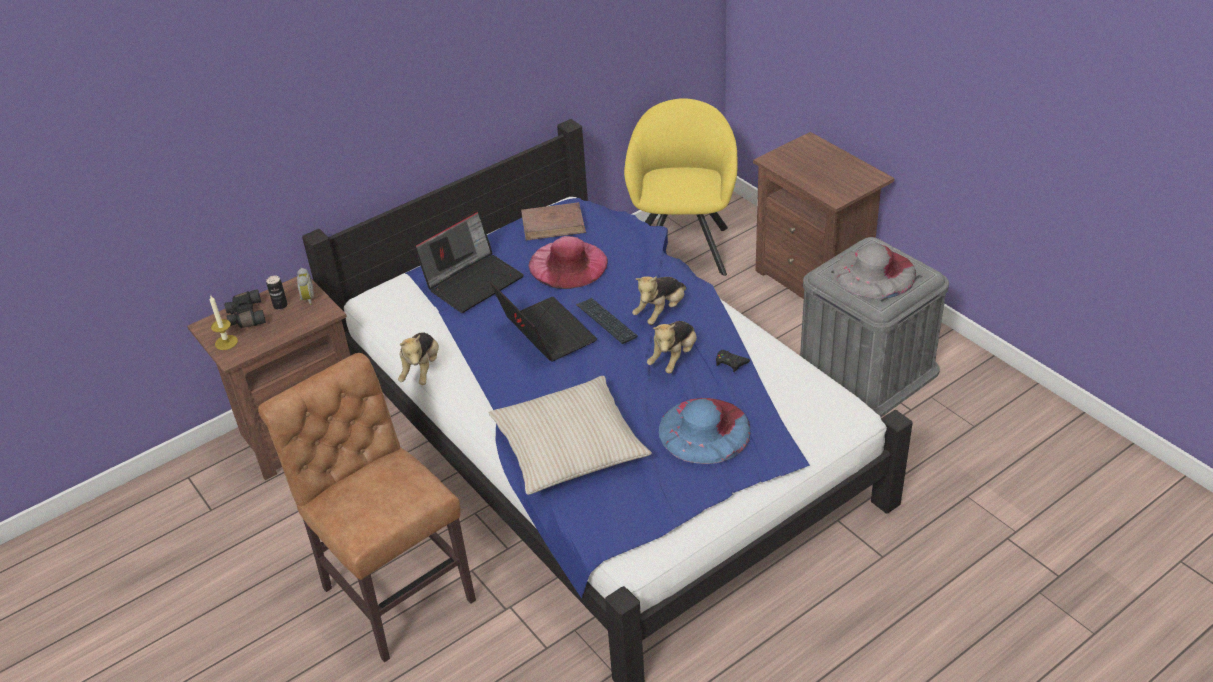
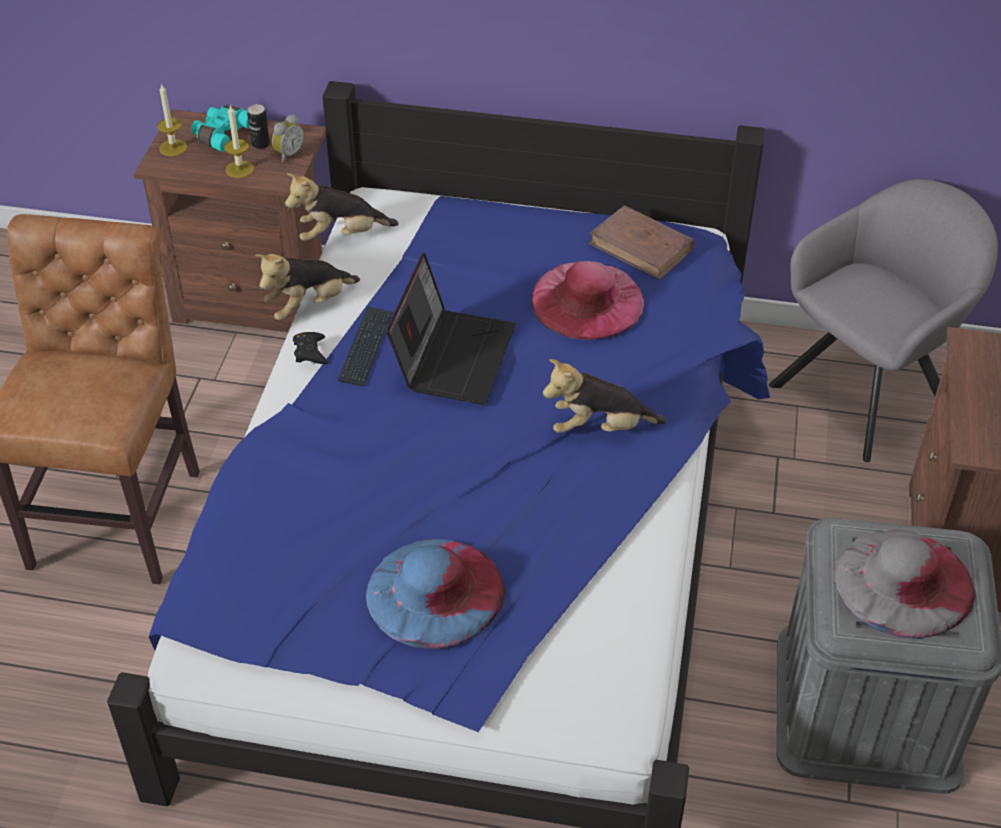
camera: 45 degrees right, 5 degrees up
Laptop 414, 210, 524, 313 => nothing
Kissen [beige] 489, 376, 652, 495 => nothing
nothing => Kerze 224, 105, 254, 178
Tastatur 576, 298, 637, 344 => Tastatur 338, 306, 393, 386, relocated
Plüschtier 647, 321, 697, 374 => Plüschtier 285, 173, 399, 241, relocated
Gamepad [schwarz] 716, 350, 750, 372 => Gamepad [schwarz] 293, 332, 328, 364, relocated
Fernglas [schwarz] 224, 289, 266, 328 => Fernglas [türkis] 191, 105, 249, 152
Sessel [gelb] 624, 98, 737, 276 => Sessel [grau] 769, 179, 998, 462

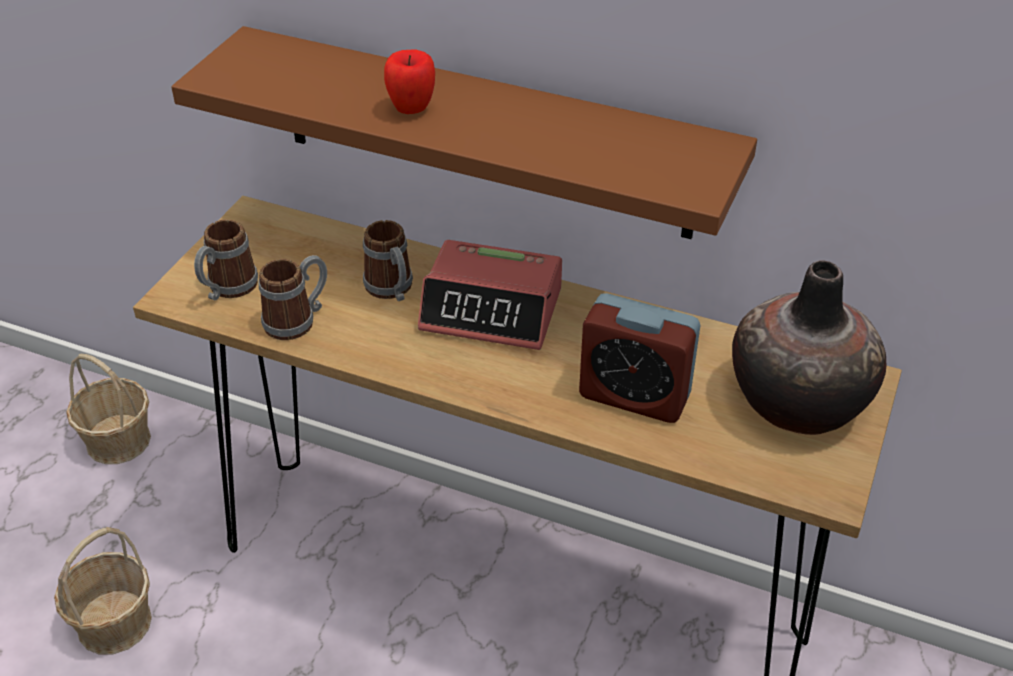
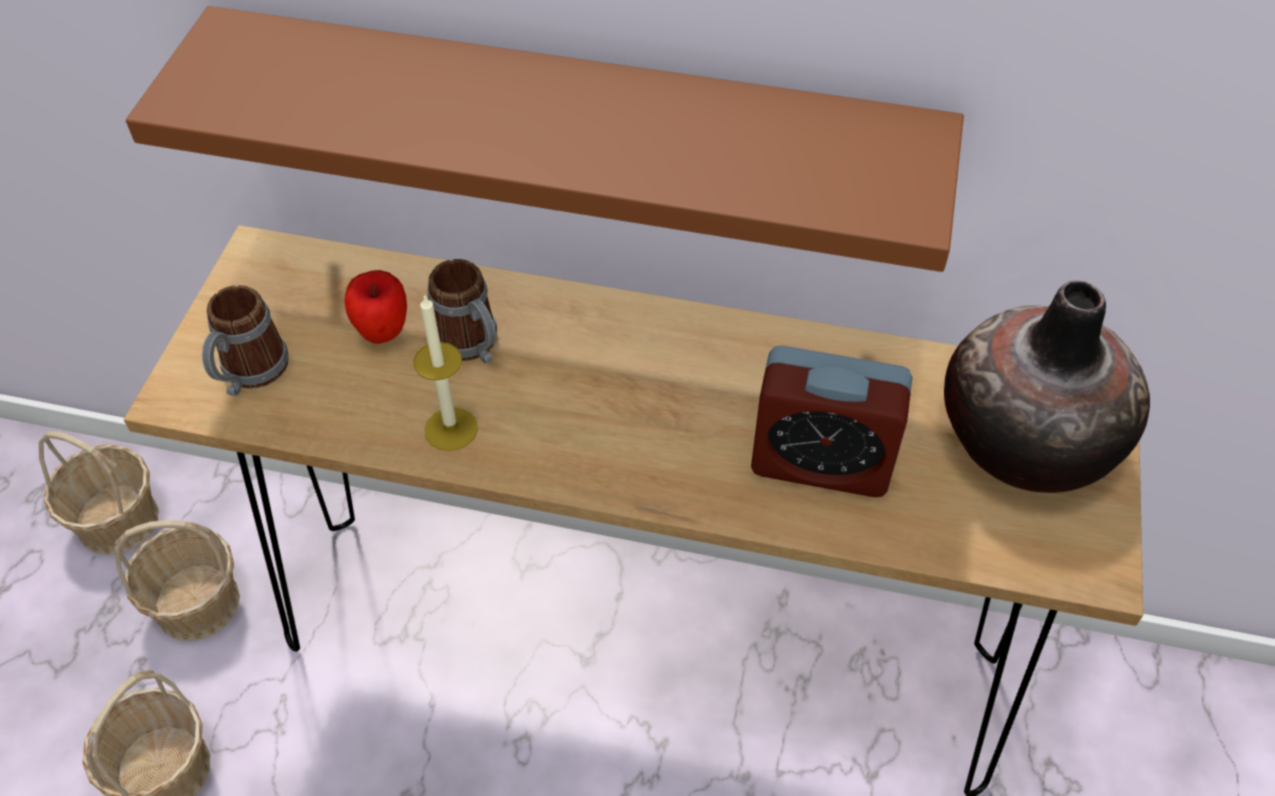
camera: 10 degrees left, 10 degrees up
Henkelbecher 258, 255, 327, 340 => nothing
Wecker 418, 240, 562, 350 => nothing
nothing => Korb 115, 520, 240, 641
nothing => Kerze 413, 294, 478, 451
Apfel 384, 49, 435, 114 => Apfel 344, 270, 407, 344, relocated

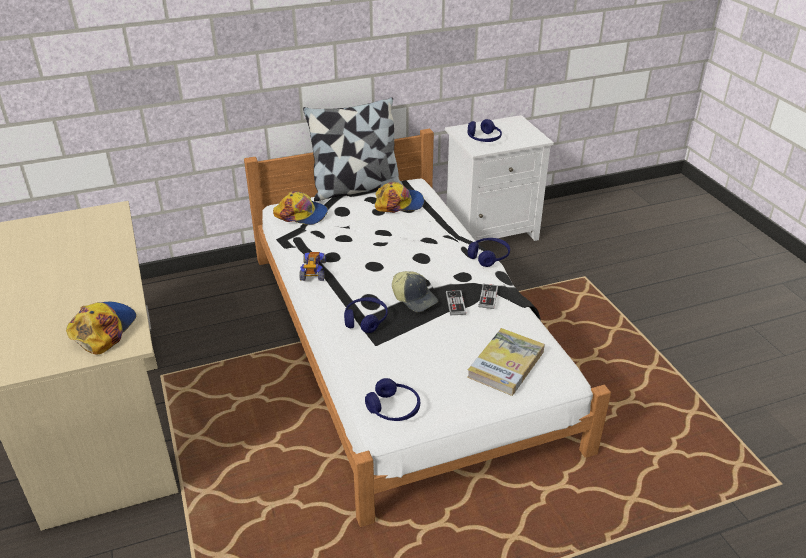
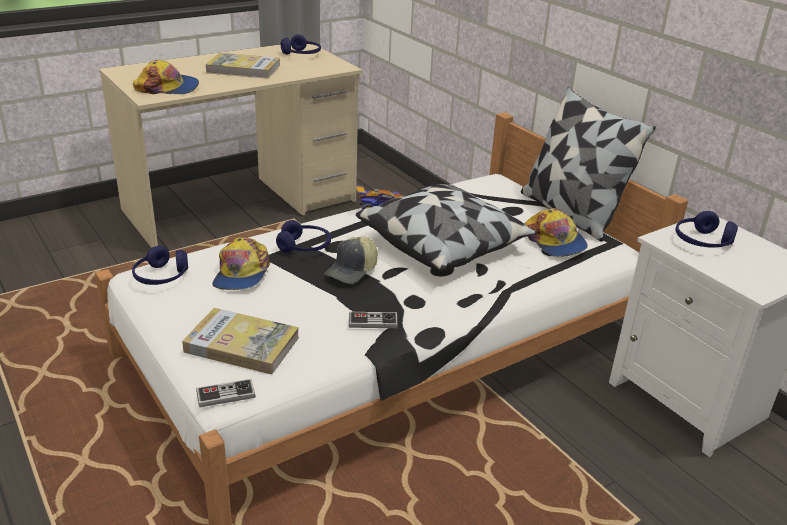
camera: 75 degrees right, 5 degrees down
nothing => Buch 205, 53, 280, 79
nothing => Kissen 356, 185, 537, 271
Kappe 273, 191, 328, 225 => Kappe 212, 237, 270, 290, relocated
Gamepad 446, 290, 466, 315 => Gamepad 196, 379, 255, 407, relocated
Kopfhörer [blau] 468, 238, 510, 267 => Kopfhörer [blau] 281, 35, 321, 55, relocated

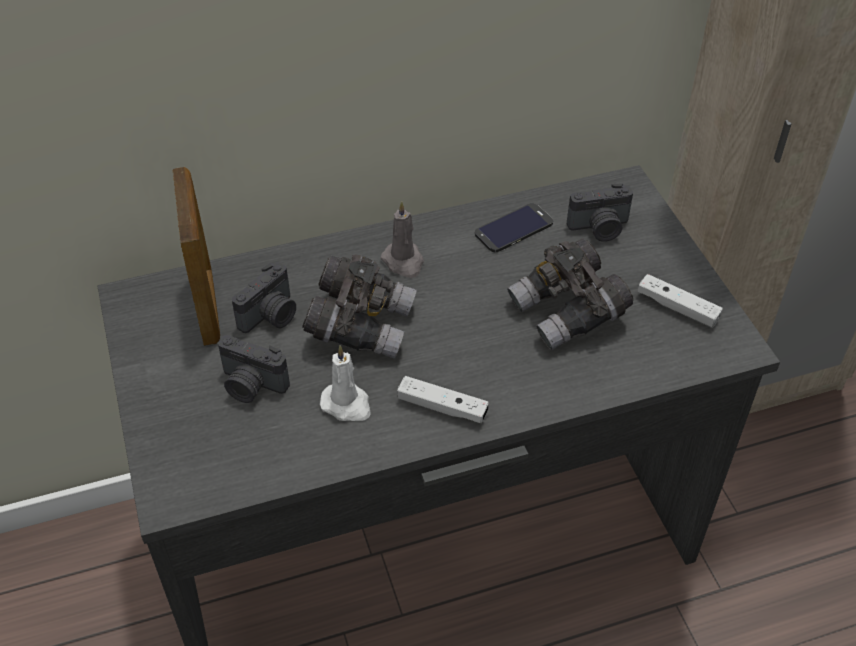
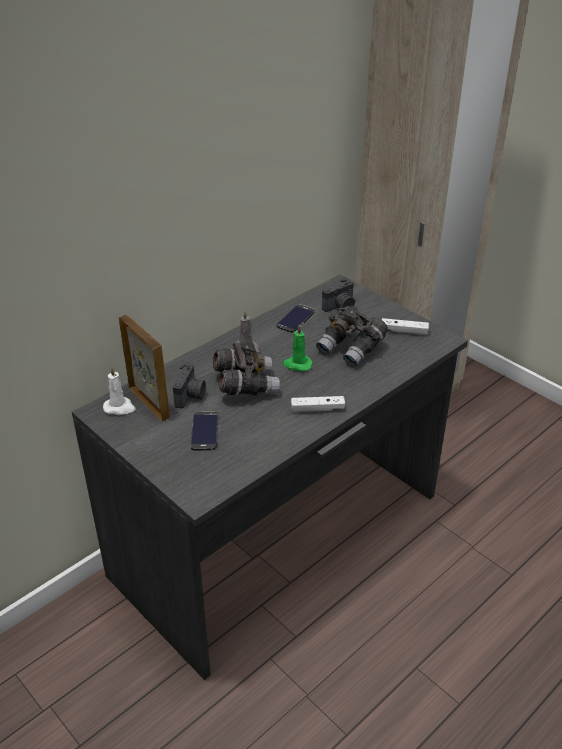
camera: 25 degrees left, 10 degrees down
nothing => Kerze [grün] 282, 324, 313, 372
Kerze [weiß] 320, 345, 371, 421 => Kerze [weiß] 103, 366, 135, 415, relocated
Kamera 218, 335, 290, 403 => Handy 190, 412, 218, 450

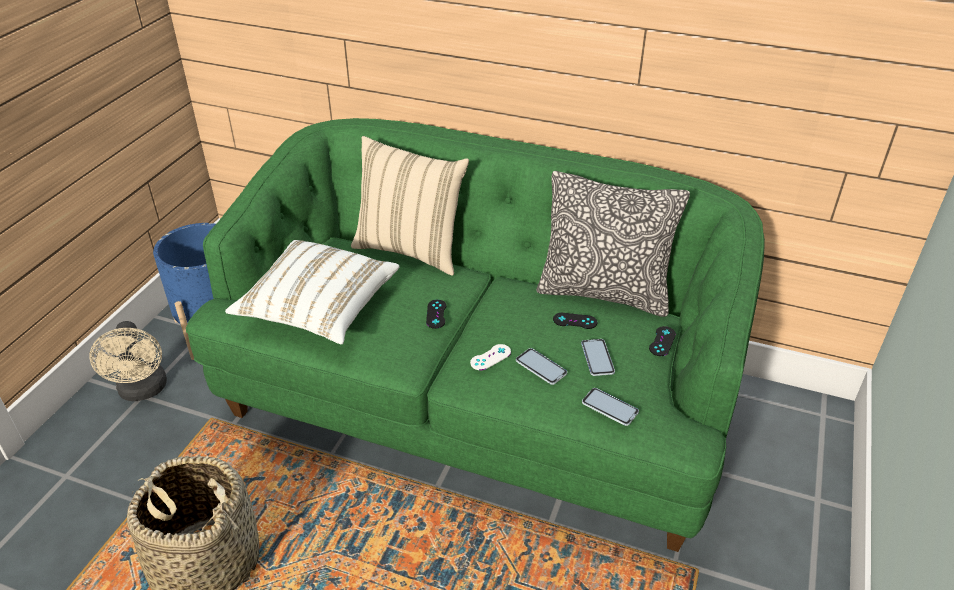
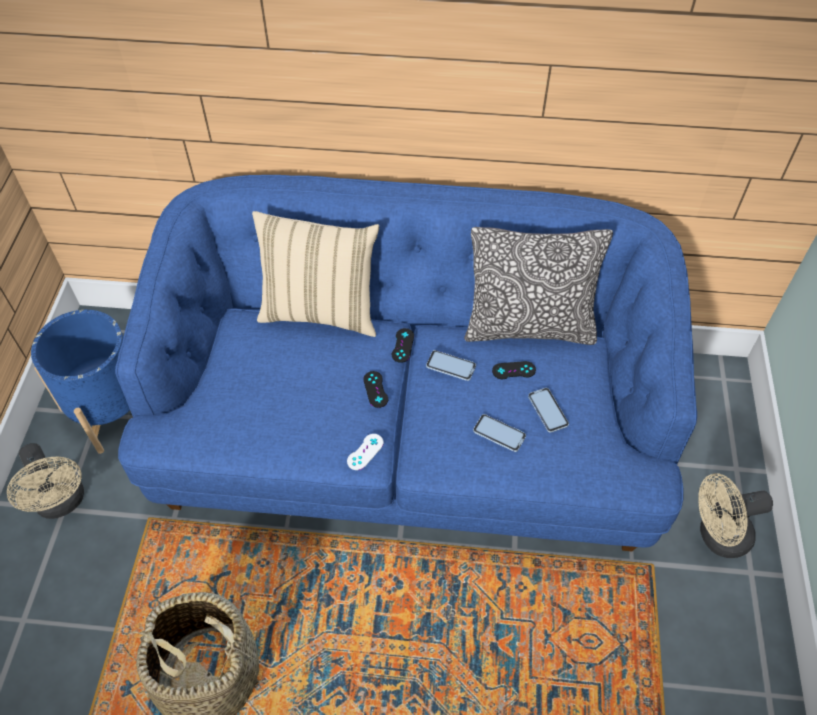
camera: 15 degrees left, 15 degrees up
Kissen [weiß] 225, 240, 399, 344 => nothing
nothing => Ventilator [beige] 698, 474, 773, 558
Gamepad [weiß] 470, 344, 511, 370 => Gamepad [weiß] 347, 434, 384, 470, relocated
Handy 582, 388, 639, 426 => Handy 426, 350, 476, 381, relocated
Gamepad [schwarz] 649, 326, 676, 356 => Gamepad [schwarz] 392, 328, 414, 363, relocated
Sofa [grün] 186, 118, 765, 552 => Sofa [blau] 115, 175, 697, 551

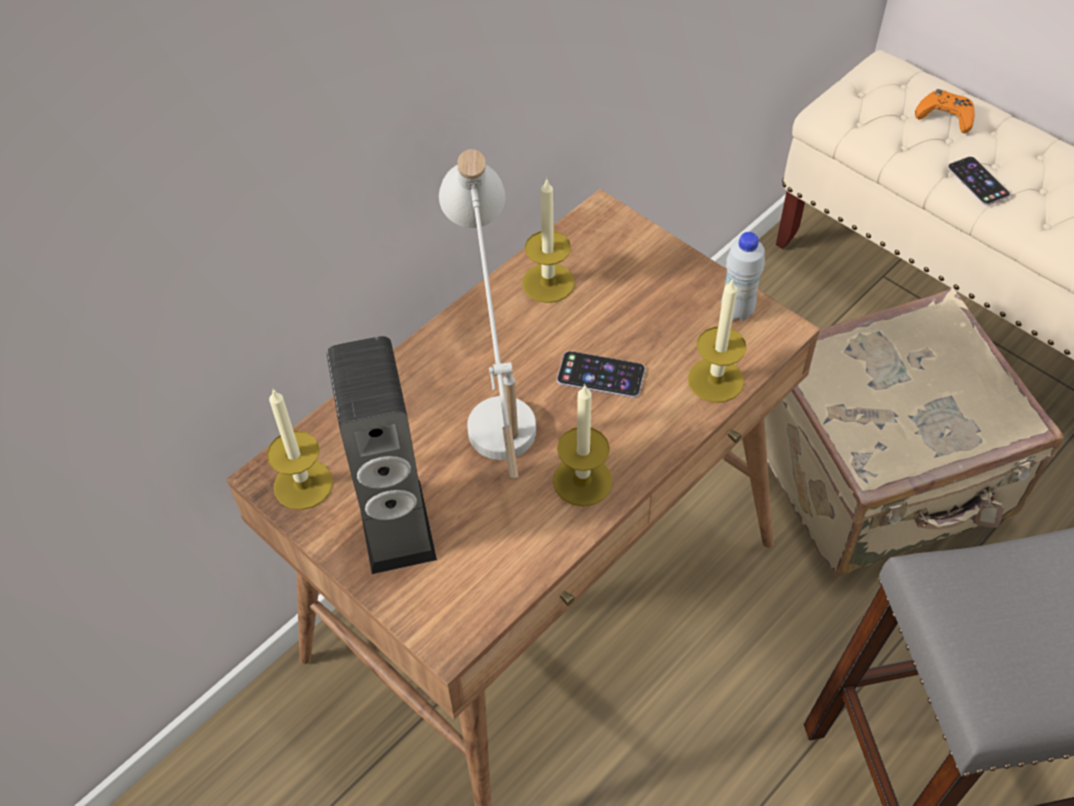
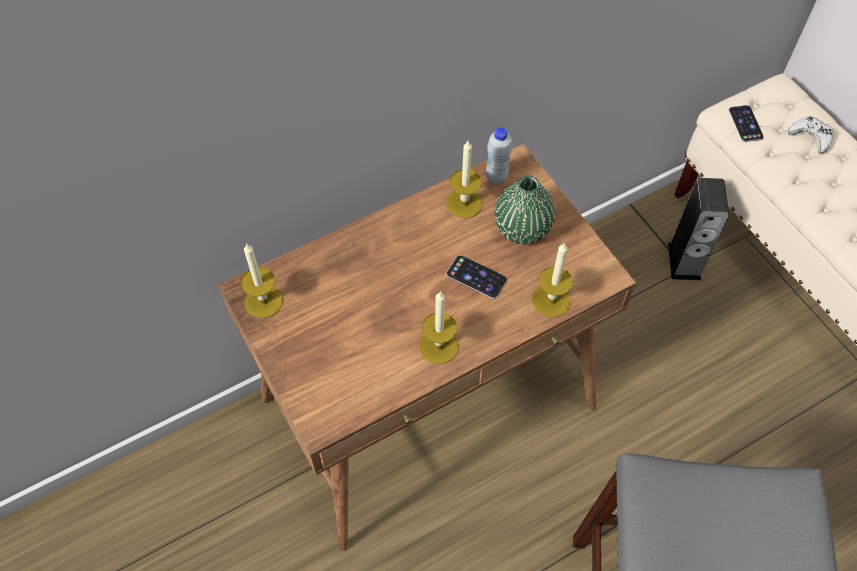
camera: 15 degrees right, 5 degrees up
Tischlampe [weiß] 439, 149, 536, 479 => nothing
Koffer [beige] 764, 288, 1063, 576 => nothing
nothing => Vase [grün] 495, 176, 555, 244
Lautsprecher 326, 336, 437, 574 => Lautsprecher 668, 178, 729, 281, relocated
Flasche [weiß] 721, 232, 765, 321 => Flasche [weiß] 486, 128, 512, 185, relocated
Handy 948, 156, 1010, 206 => Handy 729, 105, 764, 142, relocated
Gamepad [orange] 915, 89, 975, 133 => Gamepad [weiß] 788, 116, 834, 154

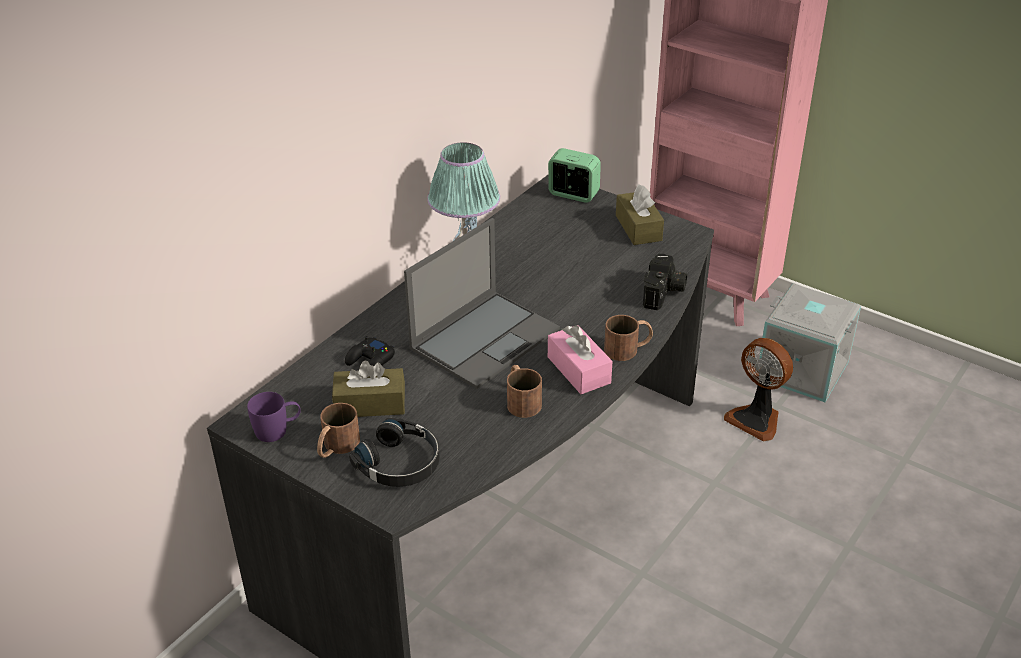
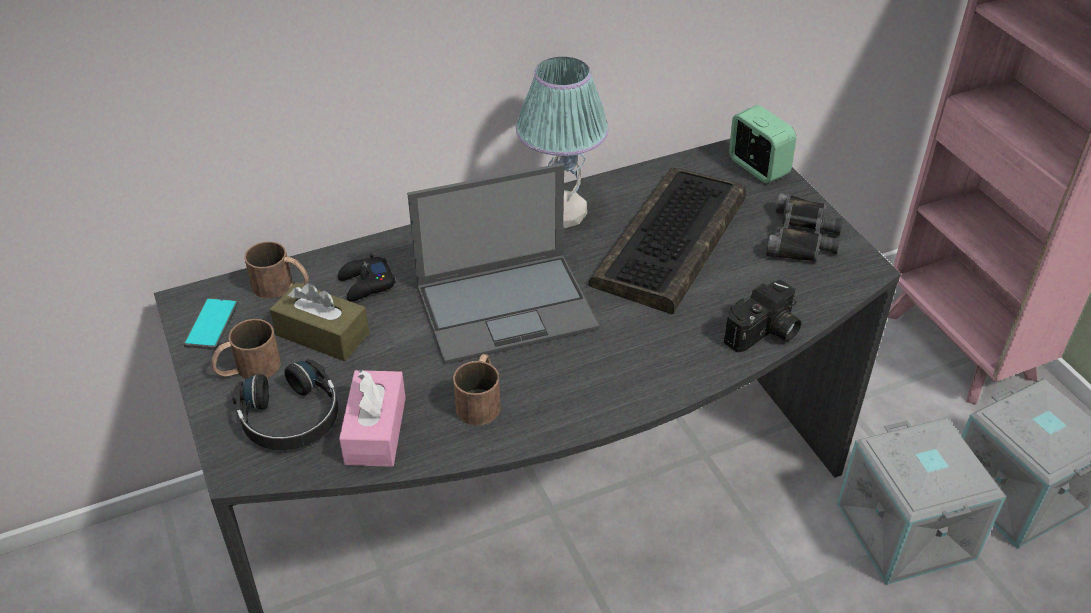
camera: 30 degrees right, 5 degrees up
nothing => Tastatur 589, 168, 746, 314
Taschentuchbox [rosa] 548, 325, 613, 394 => Taschentuchbox [rosa] 339, 370, 406, 467, relocated
Henkelbecher [braun] 604, 315, 653, 361 => Henkelbecher [braun] 244, 241, 309, 299, relocated
Henkelbecher [lila] 247, 392, 301, 442 => Handy 184, 298, 238, 350
Taschentuchbox [braun] 616, 184, 664, 245 => Fernglas [schwarz] 766, 192, 843, 262
Ventilator 724, 338, 793, 442 => Aufbewahrungsbox [grau] 837, 418, 1006, 585

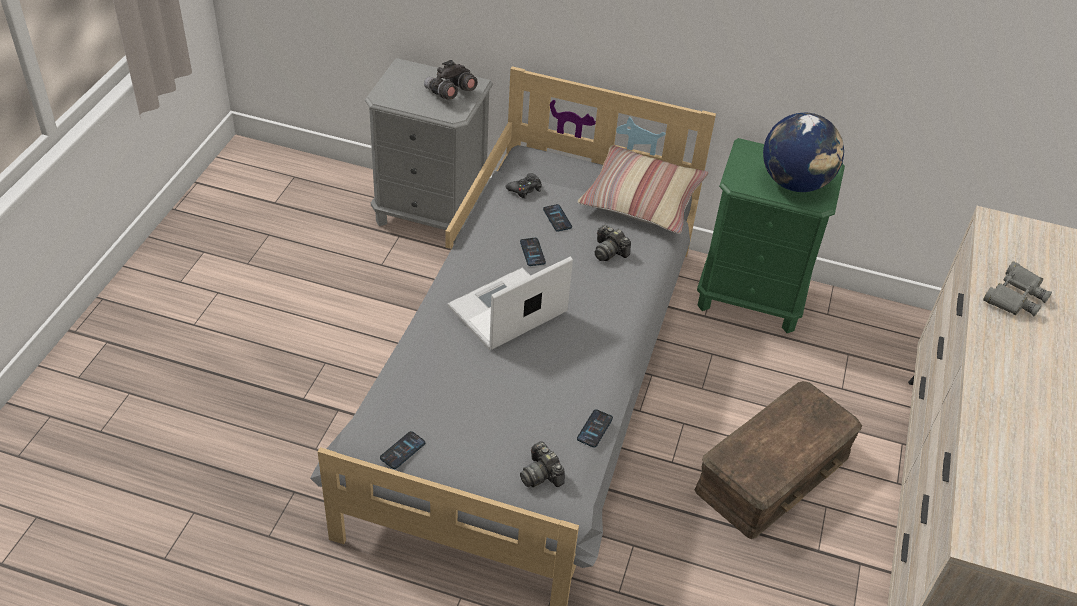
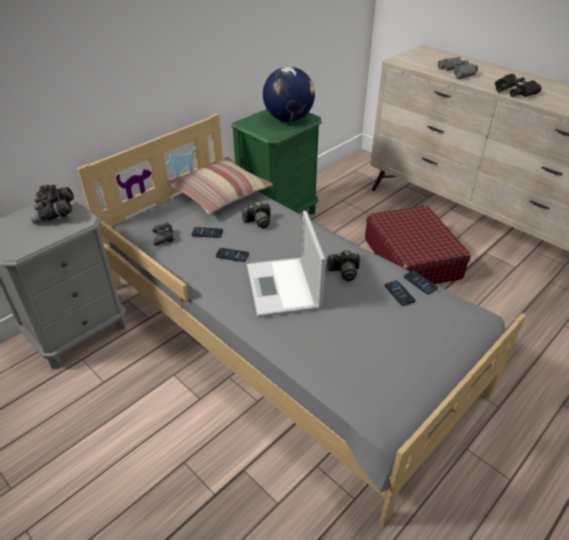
camera: 60 degrees left, 5 degrees down
nothing => Fernglas [schwarz] 495, 74, 542, 97
Handy 380, 431, 425, 469 => Handy 384, 280, 415, 306, relocated
Kamera 520, 442, 565, 487 => Kamera 327, 250, 360, 281, relocated
Aufbewahrungsbox [braun] 695, 381, 862, 539 => Koffer [rot] 365, 205, 471, 284

